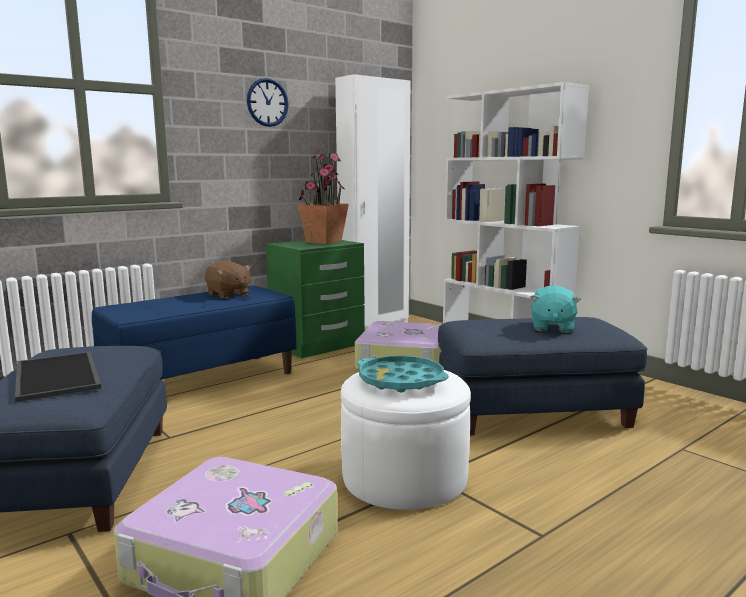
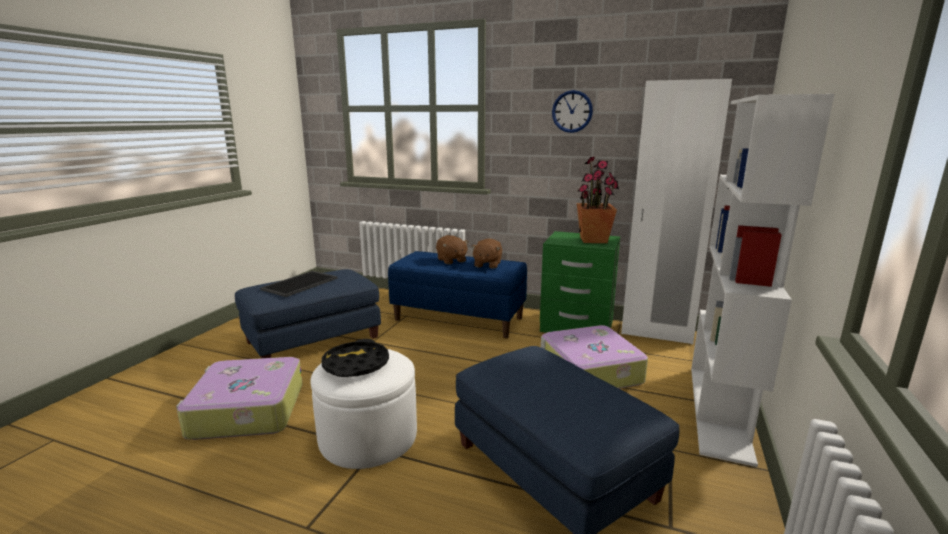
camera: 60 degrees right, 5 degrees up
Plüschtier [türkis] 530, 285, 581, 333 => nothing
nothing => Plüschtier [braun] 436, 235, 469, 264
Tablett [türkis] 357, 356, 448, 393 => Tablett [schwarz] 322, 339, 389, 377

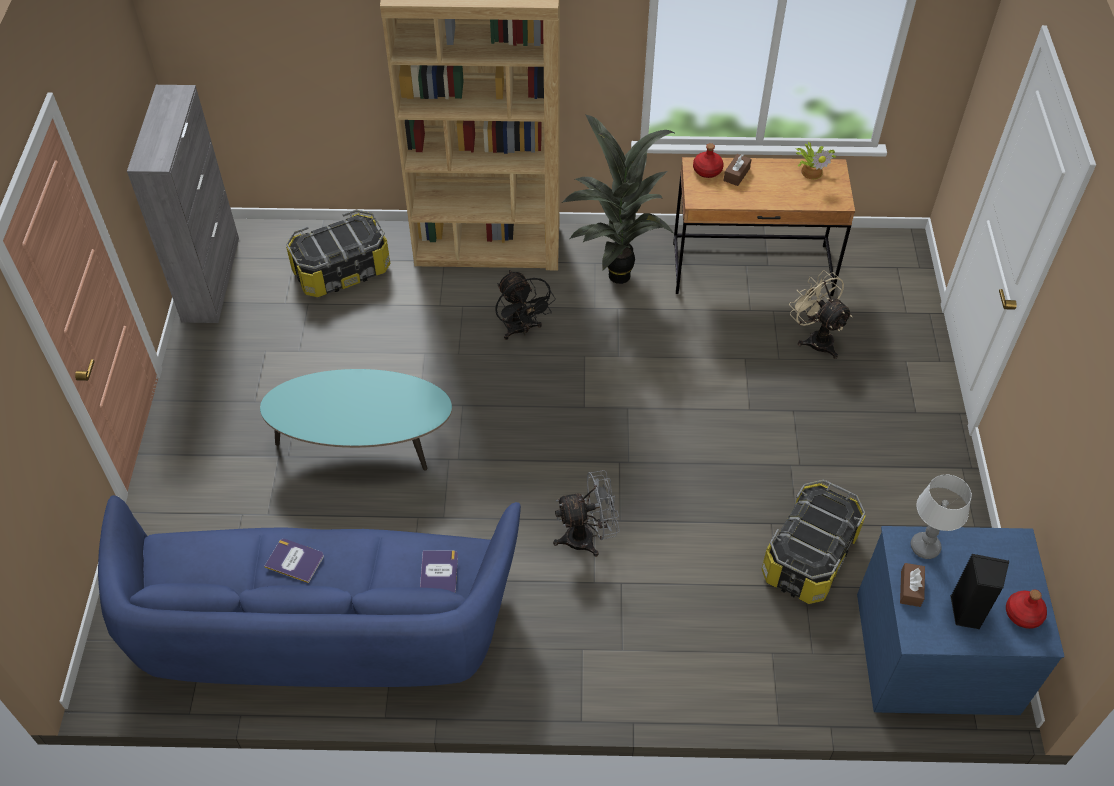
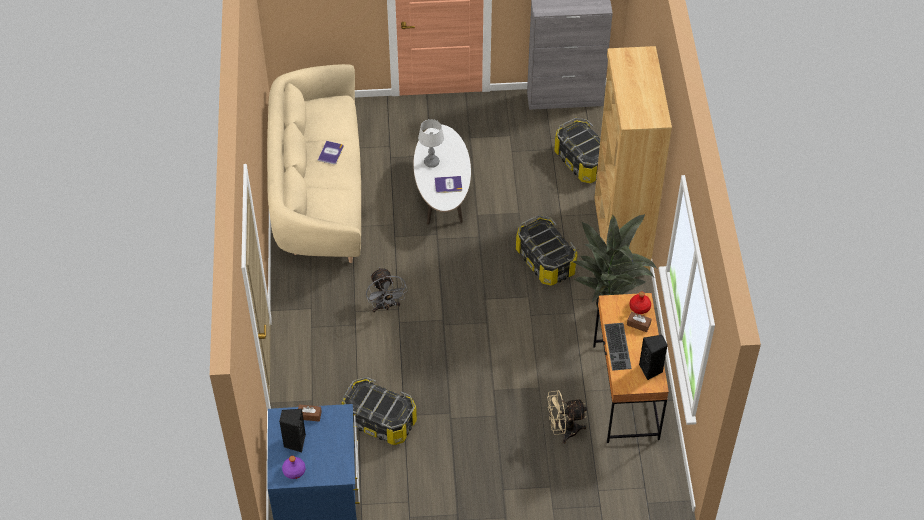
camera: 85 degrees right, 0 degrees up
nothing => Tastatur 604, 323, 632, 371
Buch 420, 550, 458, 593 => Buch 434, 176, 462, 193, relocated
Tischlampe 911, 474, 972, 559 => Tischlampe 418, 119, 444, 168, relocated
Ventilator [schwarz] 495, 270, 556, 340 => Aufbewahrungsbox 516, 215, 578, 286
Topfpflanze 795, 142, 837, 179 => Lautsprecher [schwarz] 639, 335, 668, 380
Sofa [blau] 98, 495, 521, 687 => Sofa [beige] 267, 64, 361, 263
Couchtisch [türkis] 260, 369, 452, 471 => Couchtisch [weiß] 413, 124, 471, 225
Flasche [rot] 1006, 590, 1047, 629 => Flasche [lila] 282, 456, 305, 479
Ventilator [beige] 789, 270, 852, 359 => Ventilator [beige] 547, 390, 587, 444, 150 degrees counterclockwise

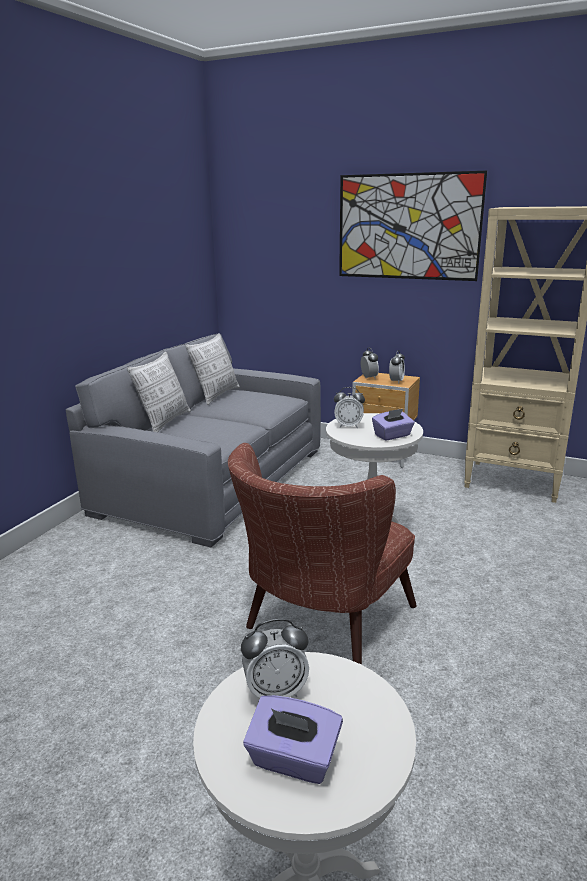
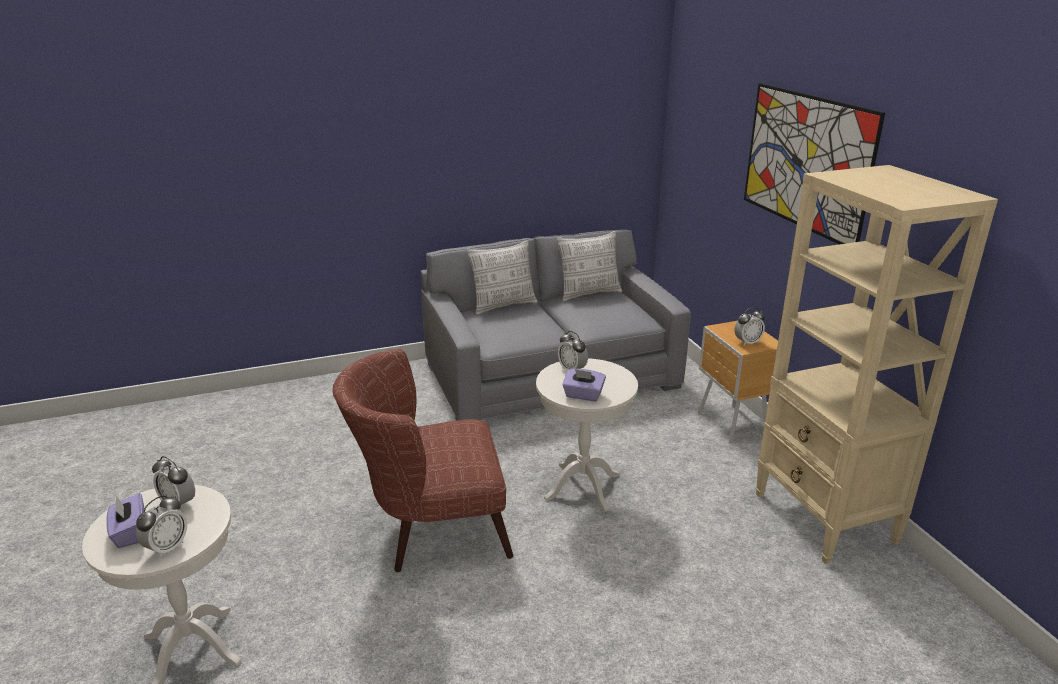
camera: 45 degrees right, 5 degrees up
Wecker 361, 347, 379, 378 => Wecker 136, 495, 187, 558, relocated

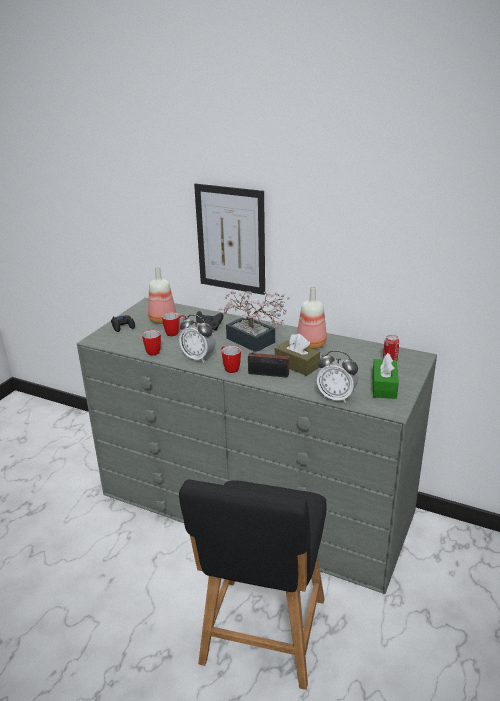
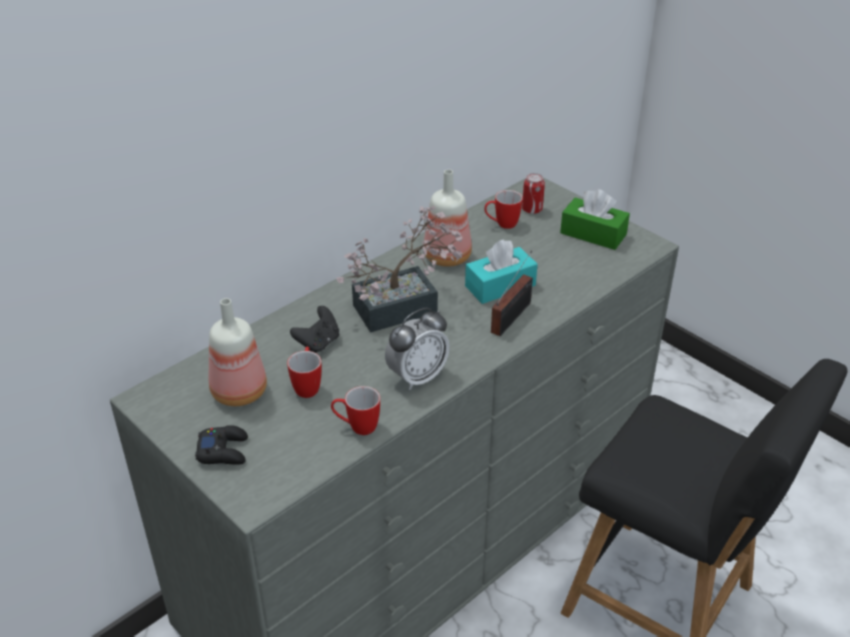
camera: 70 degrees left, 10 degrees up
Bild 194, 184, 265, 295 => nothing
Wecker 317, 350, 358, 403 => nothing
Henkelbecher 221, 346, 241, 373 => Henkelbecher 484, 190, 523, 229, relocated
Taschentuchbox [braun] 275, 334, 320, 376 => Taschentuchbox [türkis] 465, 239, 538, 304

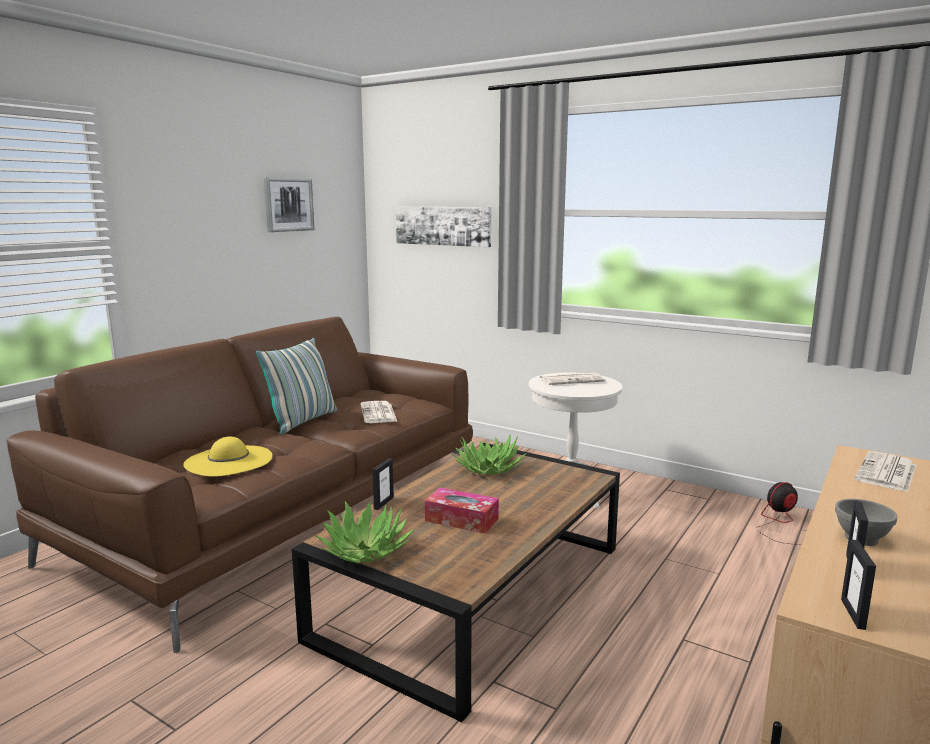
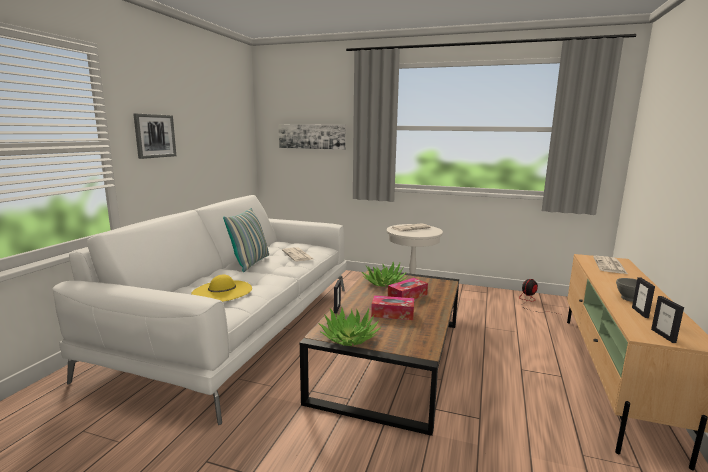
camera: 15 degrees left, 0 degrees up
nothing => Taschentuchbox 388, 278, 428, 299
Bild 264, 177, 314, 232 => Bild 133, 114, 176, 159, relocated
Sofa [braun] 6, 317, 473, 653 => Sofa [weiß] 53, 195, 347, 425

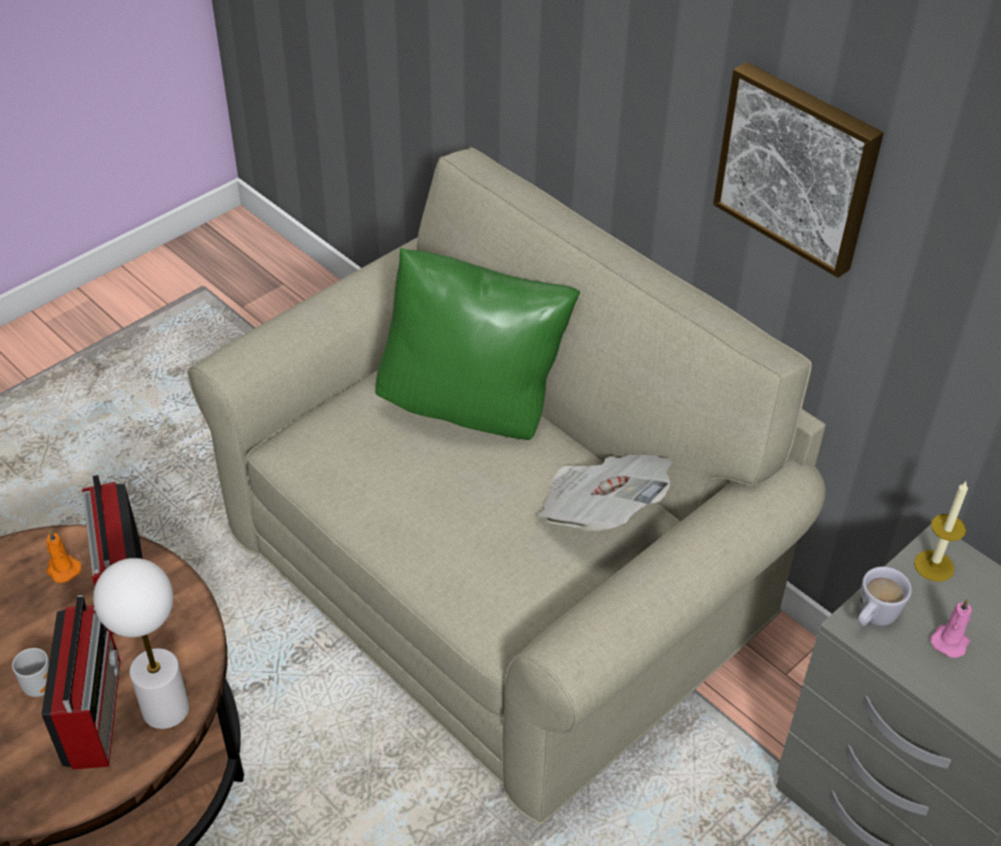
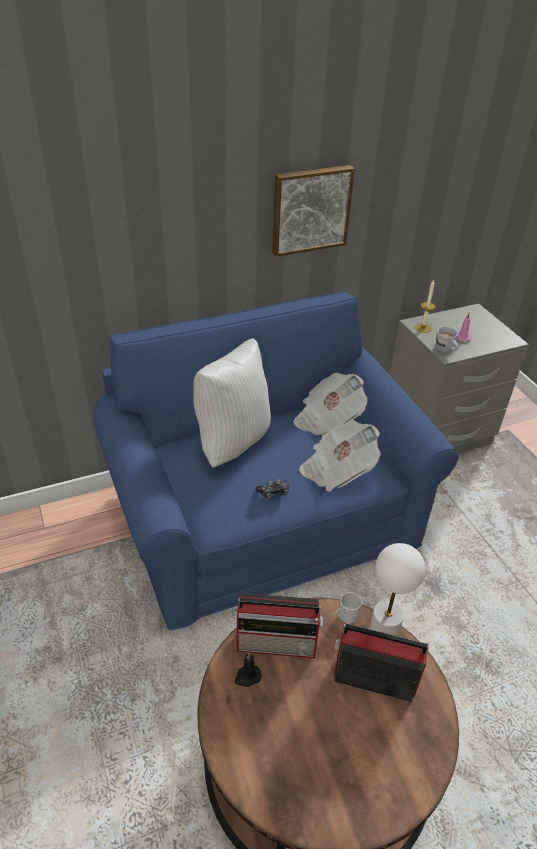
camera: 70 degrees left, 5 degrees down
nothing => Gamepad 256, 479, 289, 499
nothing => Zeitung 299, 420, 381, 492
Henkelbecher 12, 648, 49, 697 => Henkelbecher 335, 592, 362, 623, relocated
Kerze [orange] 46, 530, 81, 583 => Kerze [schwarz] 235, 652, 261, 687
Sofa [beige] 188, 147, 826, 825 => Sofa [blau] 93, 291, 459, 630
Kissen [grün] 375, 248, 580, 440 => Kissen [weiß] 193, 338, 271, 468

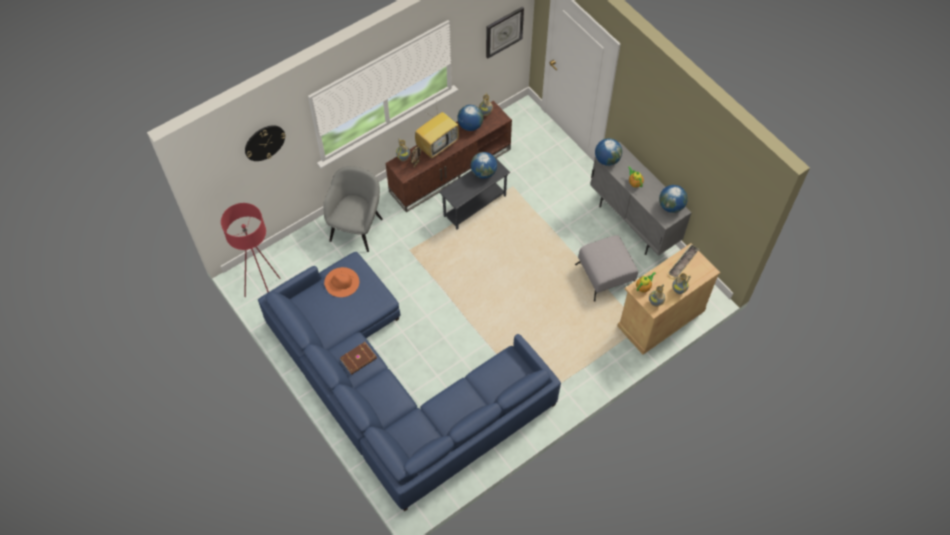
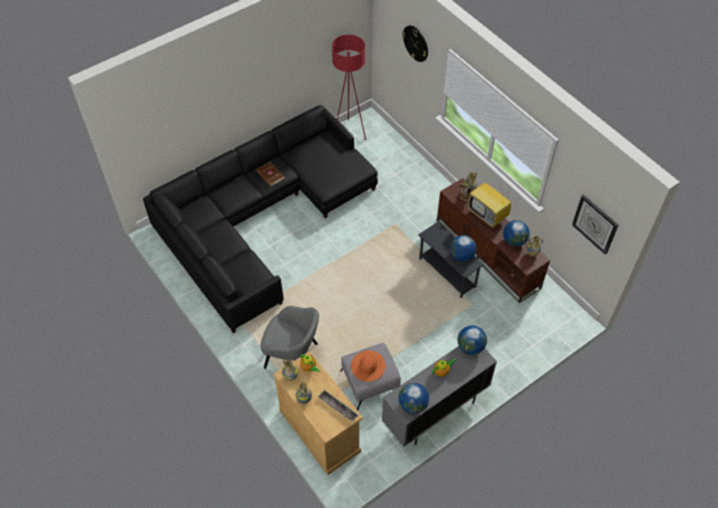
camera: 90 degrees right, 5 degrees down
Sessel [grau] 323, 166, 383, 252 => Sessel [grau] 260, 306, 319, 369, relocated
Hut [orange] 324, 267, 359, 297 => Hut [orange] 351, 350, 386, 382, relocated
Sofa [blau] 258, 252, 561, 512 => Sofa [schwarz] 143, 105, 378, 333

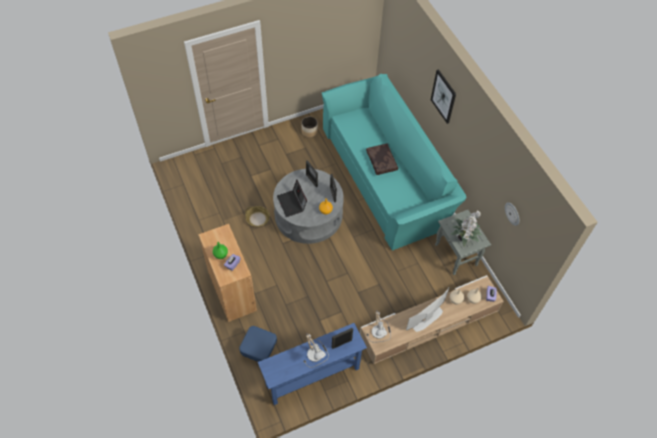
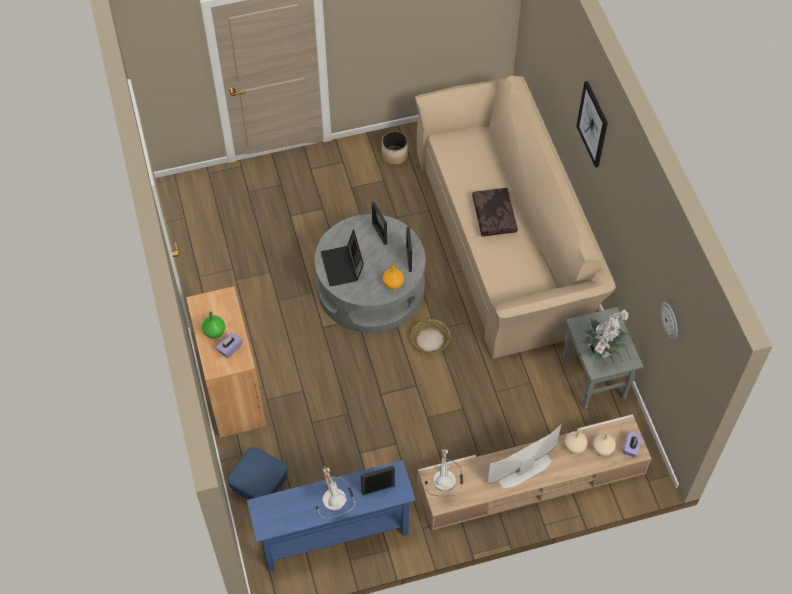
camera: 10 degrees right, 0 degrees up
Korb 245, 206, 270, 227 => Korb 411, 319, 450, 353, relocated
Sofa [türkis] 322, 74, 467, 251 => Sofa [beige] 415, 76, 616, 359

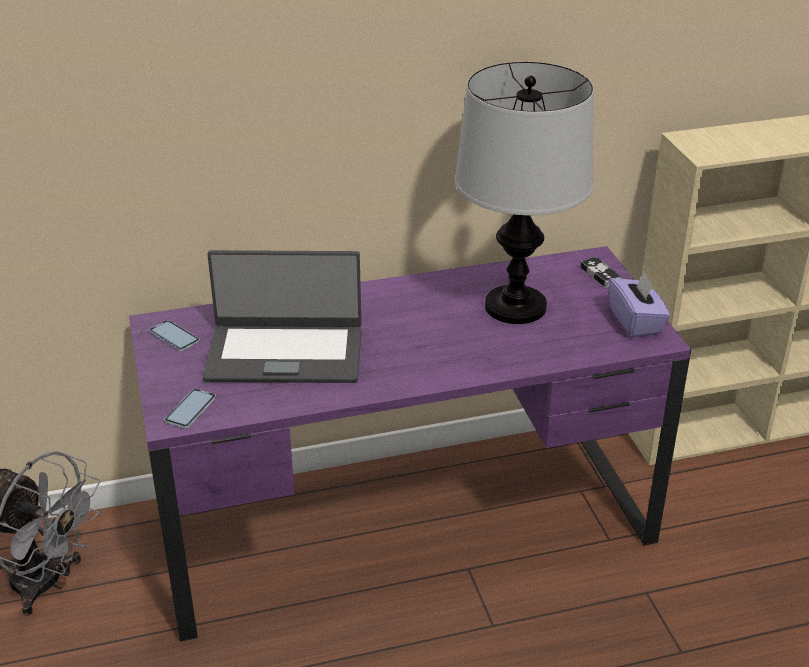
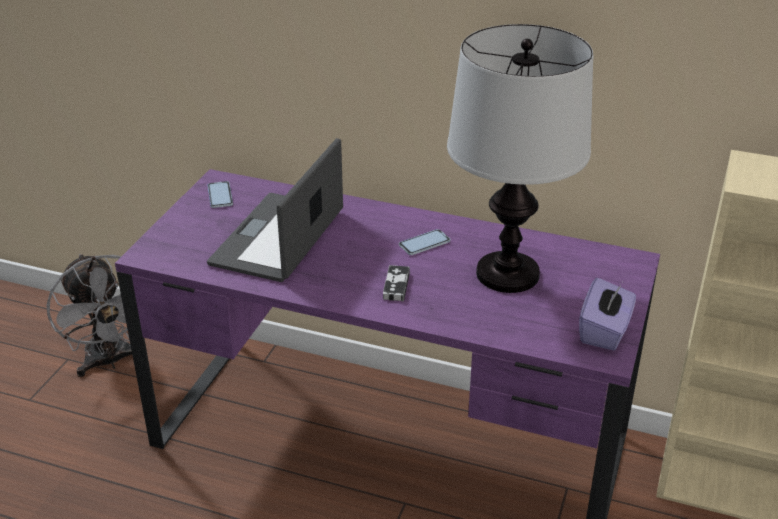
camera: 35 degrees right, 0 degrees up
Handy 164, 389, 216, 428 => Handy 399, 229, 450, 255, relocated
Gamepad 580, 257, 623, 288 => Gamepad 383, 265, 410, 301, relocated
Laptop 203, 250, 361, 383 => Laptop 207, 138, 343, 282, 75 degrees clockwise

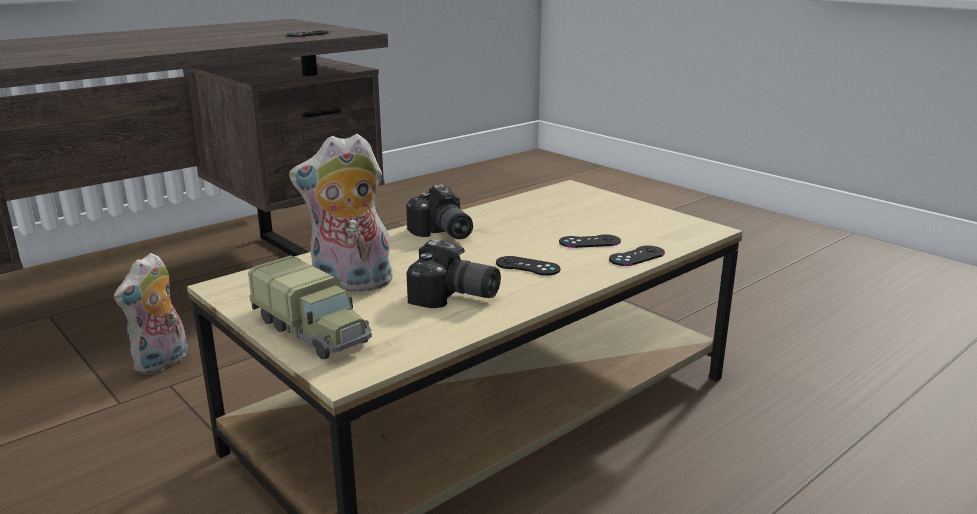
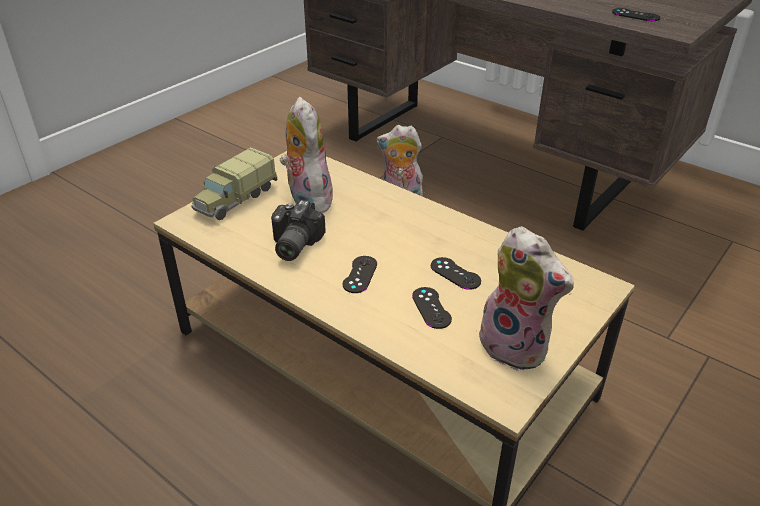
camera: 80 degrees right, 15 degrees up
Kamera 406, 184, 473, 239 => nothing
nothing => Plüschtier 478, 226, 574, 371
Gamepad [schwarz] 609, 245, 665, 266 => Gamepad [schwarz] 431, 257, 481, 290, relocated

